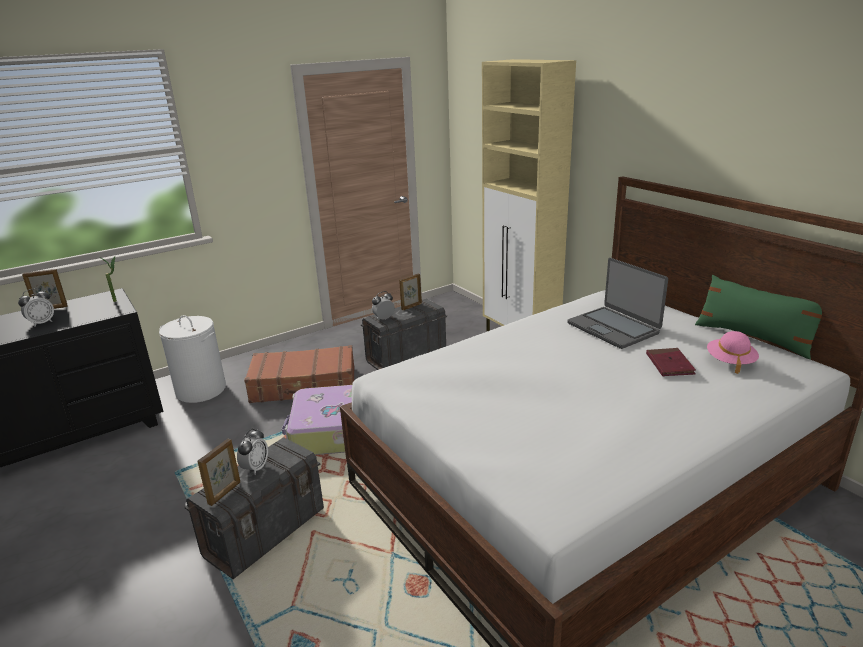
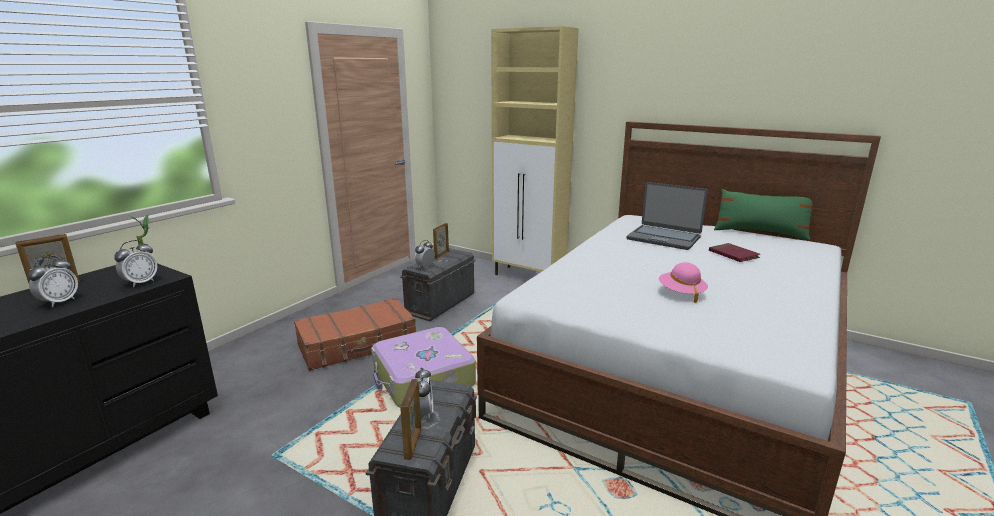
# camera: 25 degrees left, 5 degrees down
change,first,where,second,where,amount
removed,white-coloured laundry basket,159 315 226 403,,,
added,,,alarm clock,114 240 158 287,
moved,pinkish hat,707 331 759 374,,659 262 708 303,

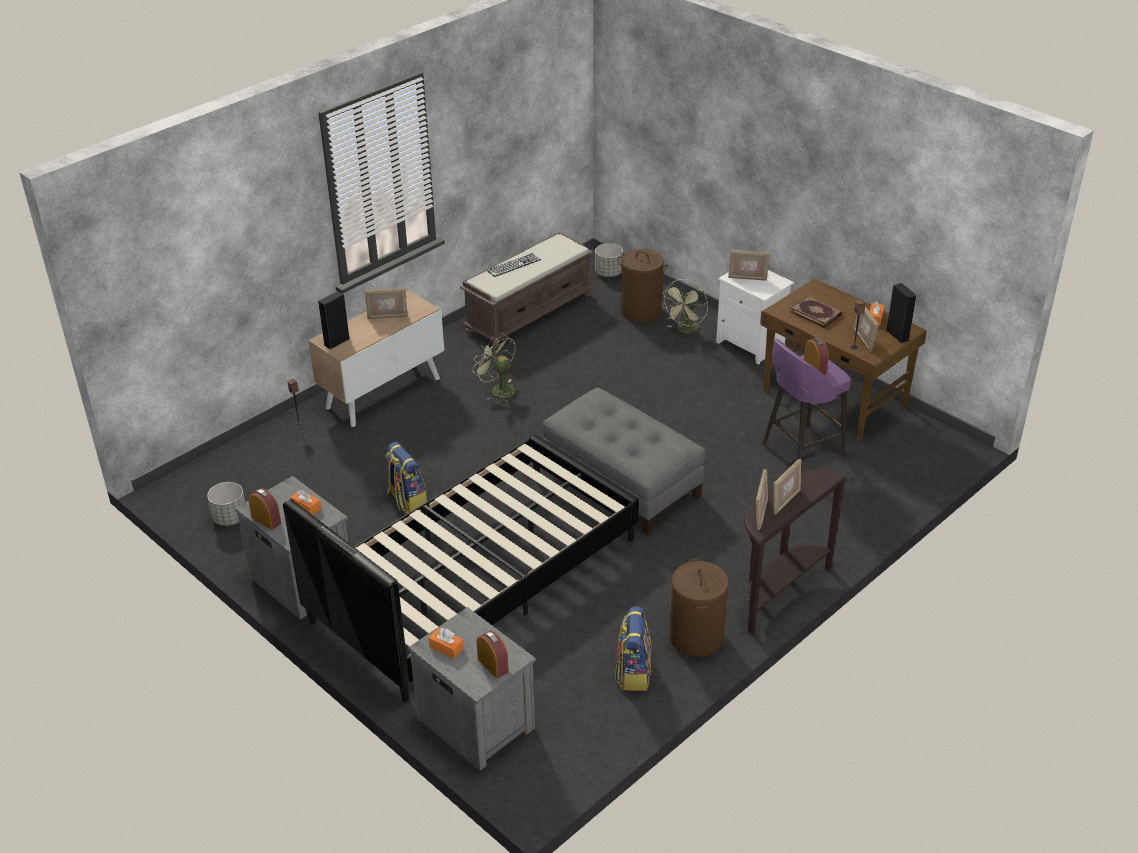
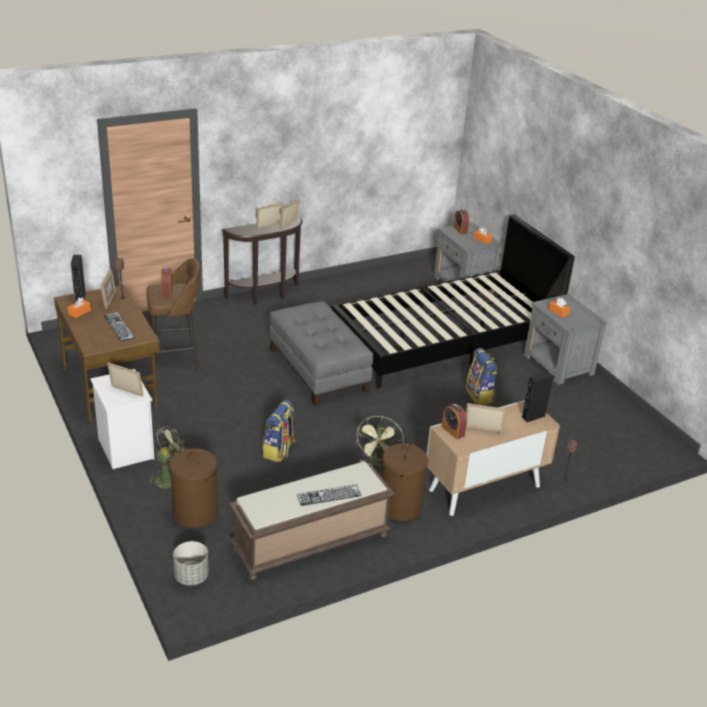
# camera: 165 degrees left, 5 degrees down
change,first,where,second,where,amount
removed,greyish flower pot,207 482 245 526,,,
moved,alarm clock,248 488 281 530,,441 404 467 439,
moved,rucksack,615 606 652 691,,263 400 296 462,
moved,brown laundry basket,669 559 728 657,,381 443 428 521,
replaced,bound book,790 296 842 328,keyboard,104 312 135 341,
recoloured,purple-coloured stool seat,762 339 851 460,brown stool seat,146 258 200 373,
turned,green-coloured cooling fan,473 334 515 403,,356 416 404 467,45 degrees clockwise

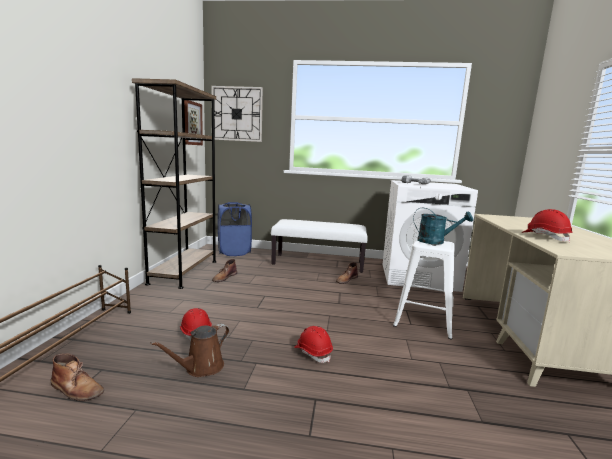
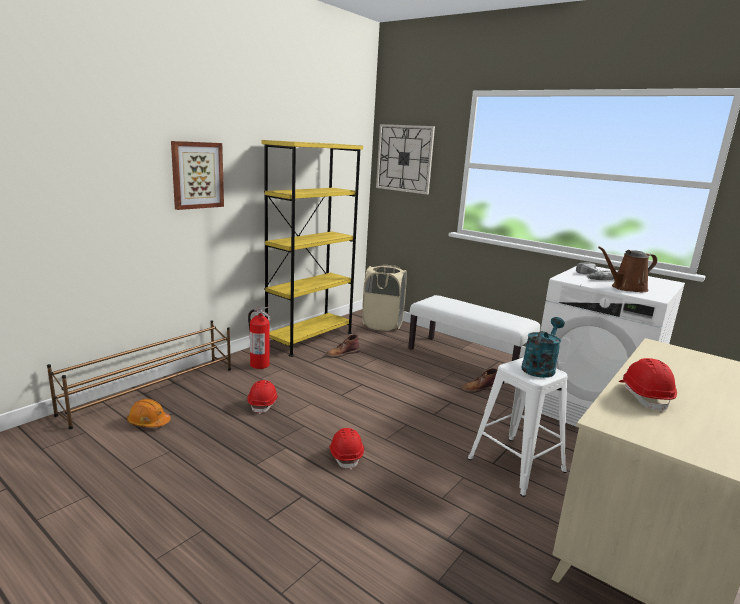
# camera: 30 degrees right, 5 degrees up
change,first,where,second,where,amount
added,,,fire extinguisher,248 307 271 369,
moved,brown watering pot,150 324 229 377,,598 247 657 292,
moved,wall art,184 100 203 145,,171 141 224 210,
replaced,brown tall boot,51 353 104 401,orange-coloured safety helmet,127 399 171 427,
recoloured,brown shelving unit,132 78 216 289,yellowish shelving unit,261 140 363 357,
recoloured,blue-coloured laundry basket,218 202 252 256,sand-coloured laundry basket,362 265 407 331,
turned,turquoise-coloured watering pot,413 208 473 244,,522 317 565 378,105 degrees counterclockwise

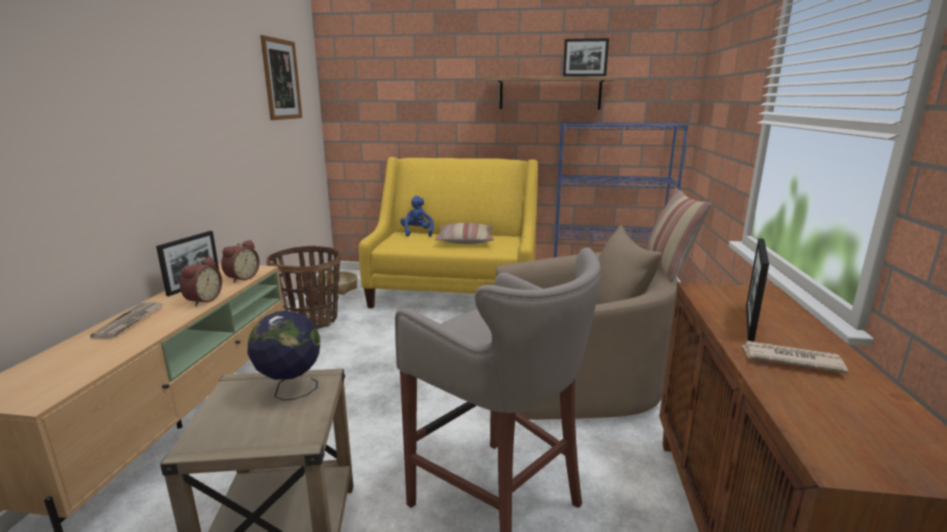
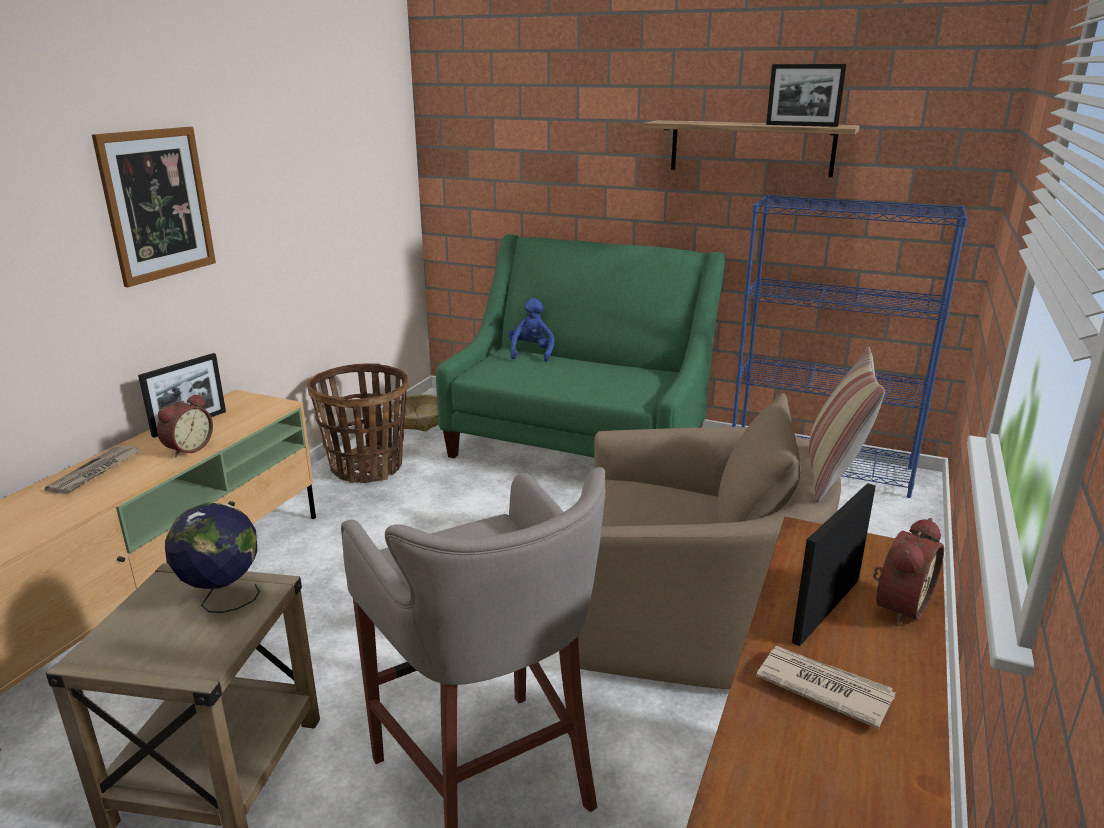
# camera: 15 degrees right, 5 degrees up
change,first,where,second,where,amount
removed,pillow,434 223 494 244,,,
moved,alarm clock,221 240 260 283,,873 518 944 626,
moved,wall art,260 35 302 120,,92 127 216 287,
recoloured,yellowish settee,359 157 538 308,green-coloured settee,436 234 725 458,

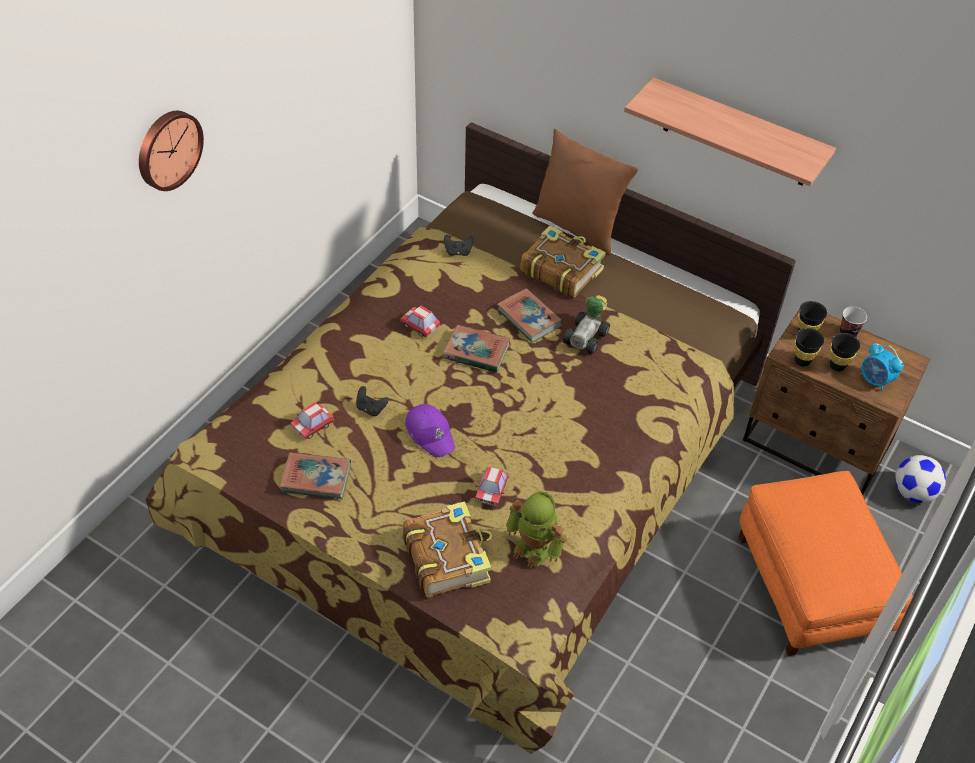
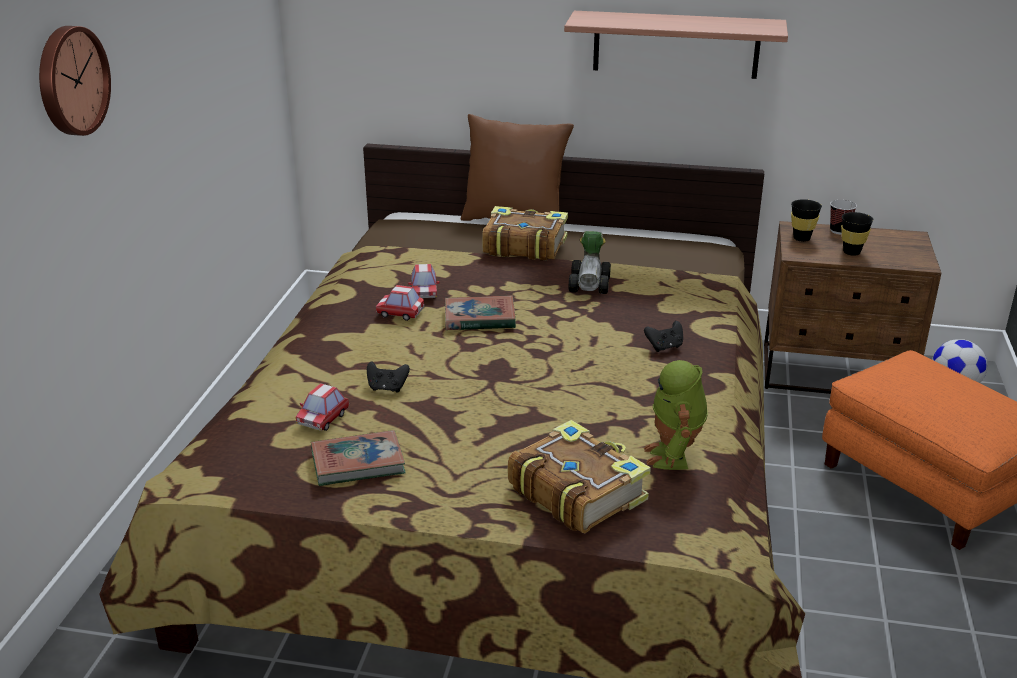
# camera: 20 degrees left, 20 degrees down
change,first,where,second,where,amount
removed,purple-coloured baseball cap,405 404 455 458,,,
removed,bound book,497 288 563 343,,,
removed,blackish cup,794 328 824 367,,,
removed,alarm clock,860 343 904 392,,,
moved,blackish gamepad,444 235 474 256,,644 321 683 352,
moved,toy car,475 467 509 507,,408 264 440 298,
turned,toy robot,506 491 567 568,,644 360 708 470,75 degrees clockwise

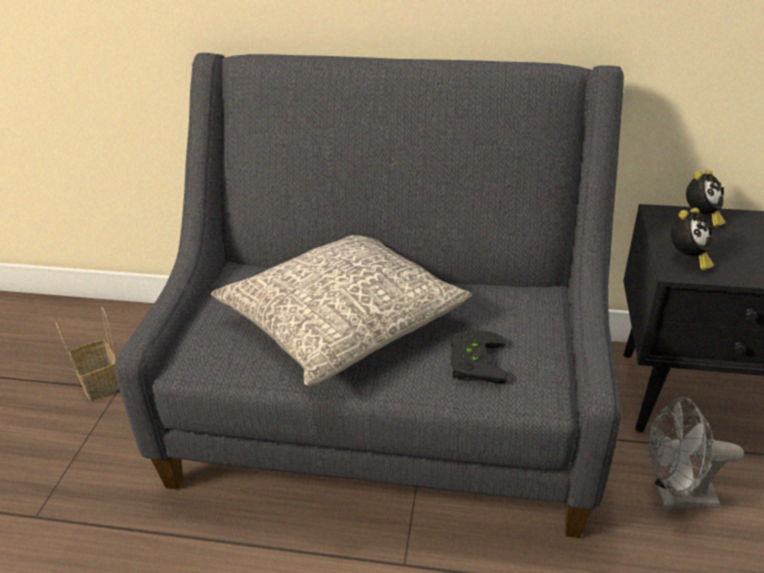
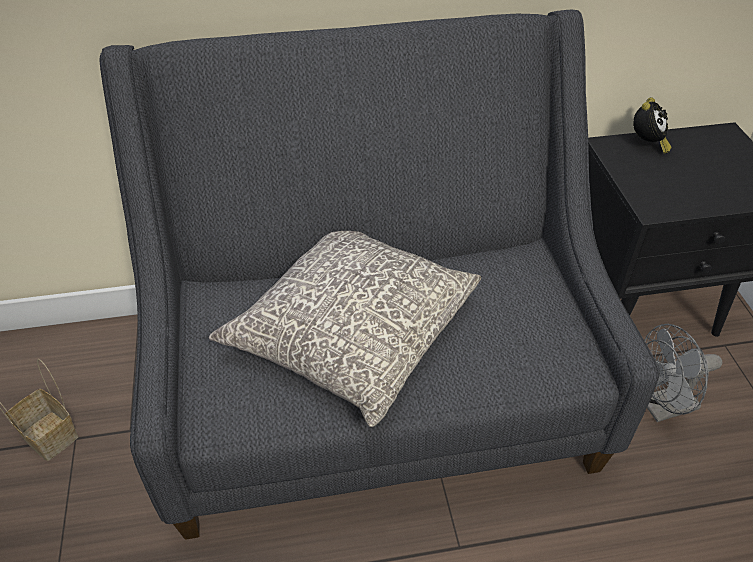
# camera: 20 degrees left, 10 degrees up
change,first,where,second,where,amount
removed,blackish gamepad,450 330 507 384,,,
removed,alarm clock,671 208 714 270,,,

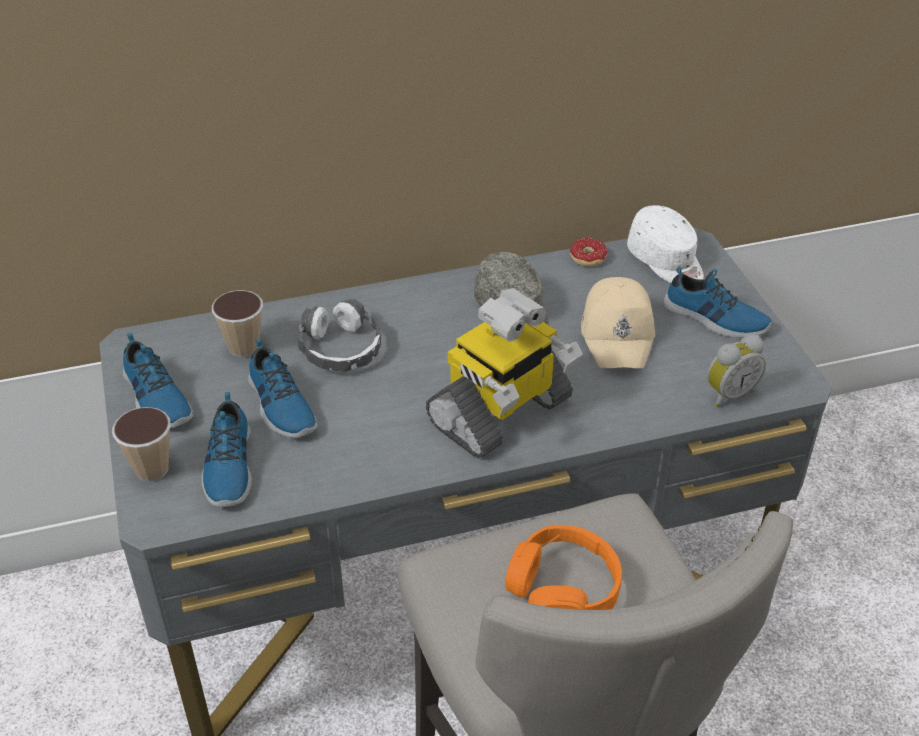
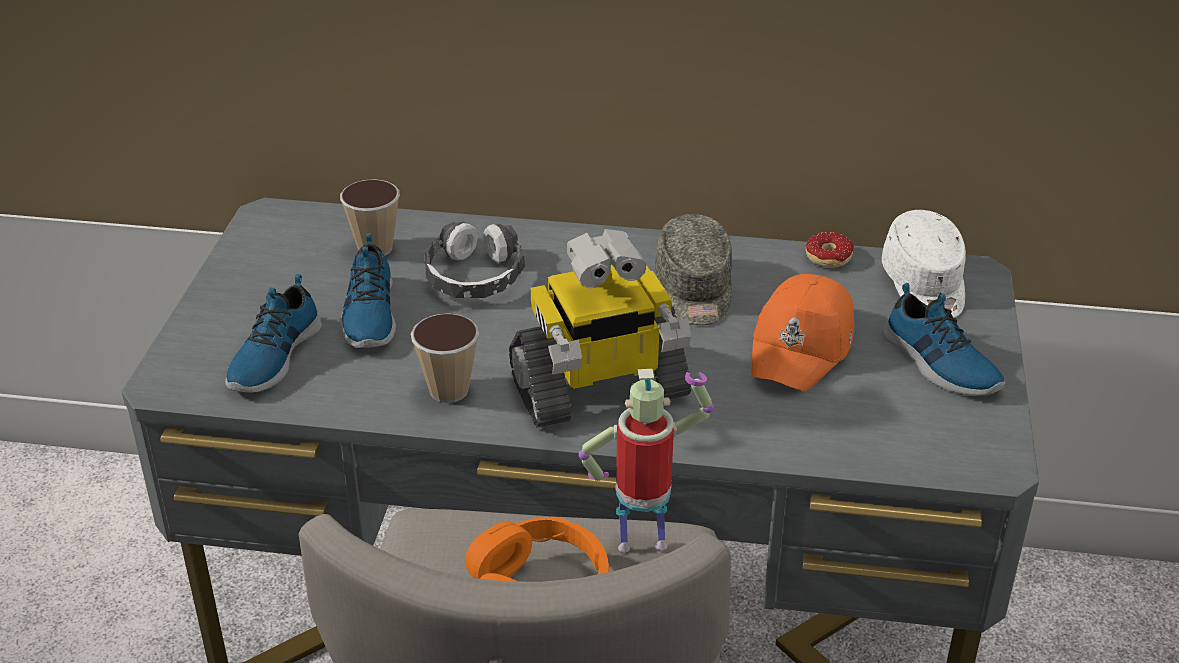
# camera: 25 degrees right, 5 degrees down
change,first,where,second,where,amount
removed,low shoe,123 333 194 428,,,
removed,alarm clock,707 334 766 407,,,
added,,,toy robot,579 369 714 552,
moved,cup,112 407 171 482,,411 313 479 403,
recoloured,sand-coloured baseball cap,581 277 655 369,orange-coloured baseball cap,752 274 854 391,

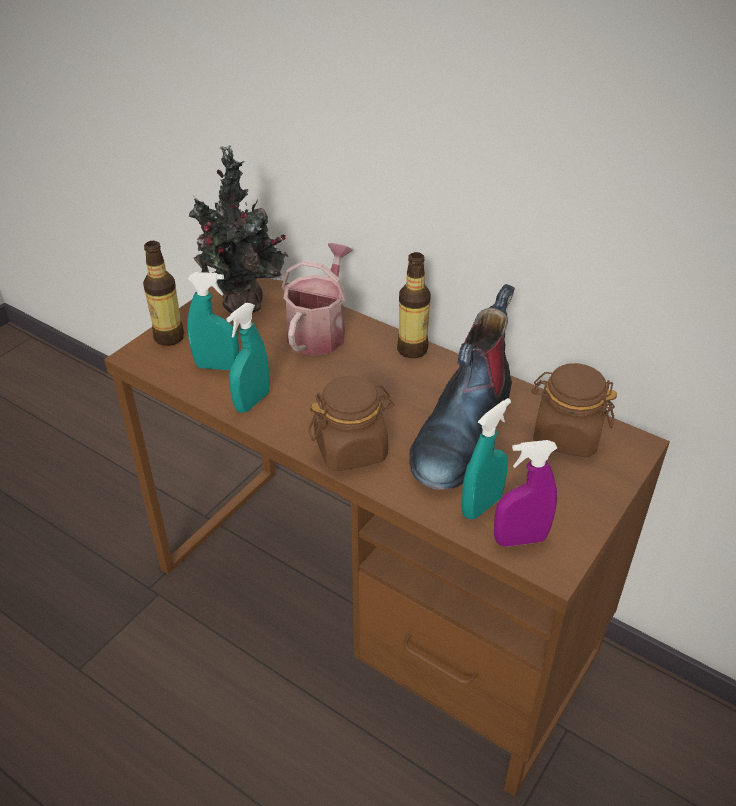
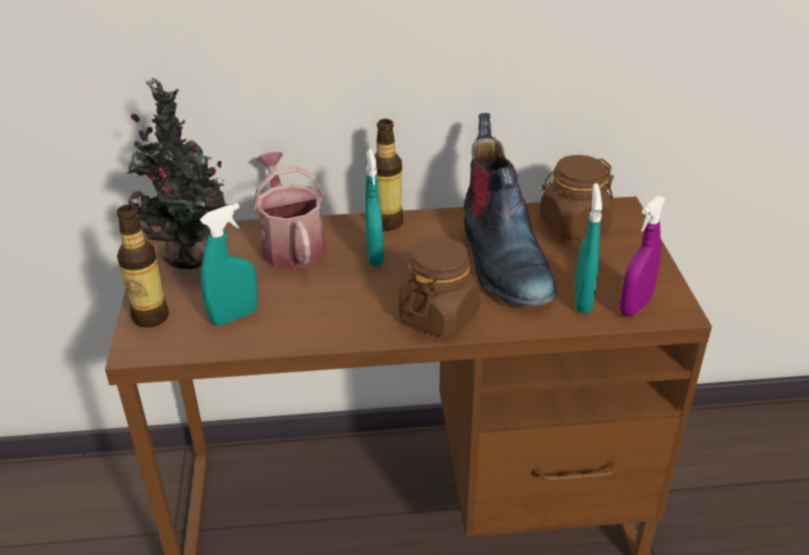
# camera: 40 degrees left, 5 degrees down
change,first,where,second,where,amount
moved,turquoise-coloured sprayer,226 303 270 413,,365 149 384 266,

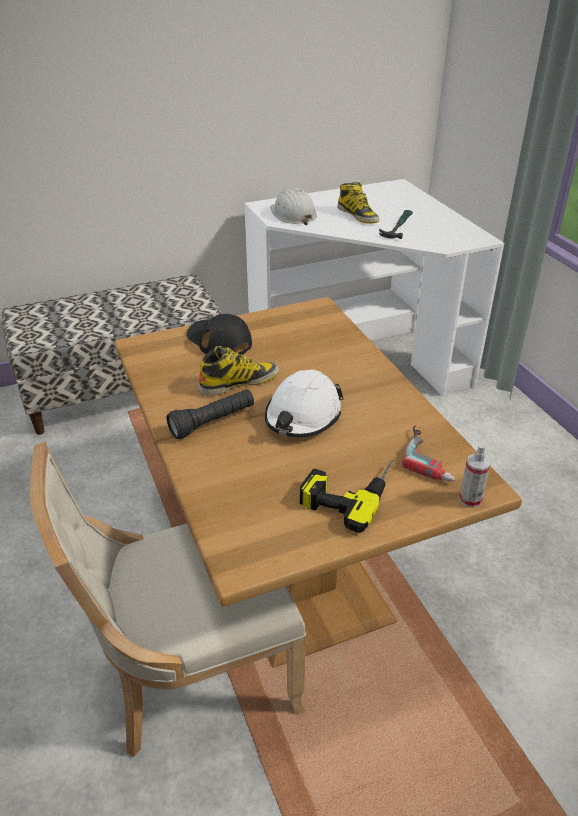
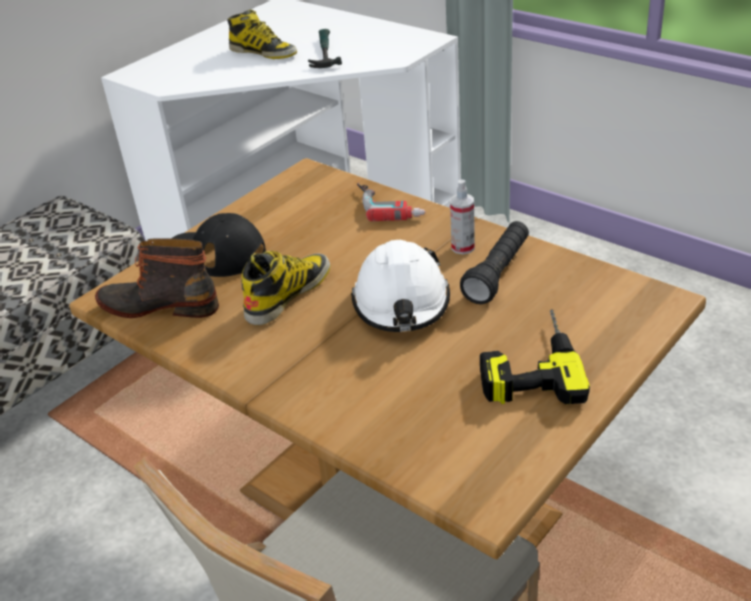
# camera: 25 degrees left, 0 degrees up
change,first,where,second,where,amount
removed,white-coloured safety helmet,270 188 317 225,,,
added,,,tall boot,95 238 219 318,
moved,blackish torch,167 389 254 439,,460 221 529 304,
moved,electric drill,402 425 455 482,,357 182 426 221,
moved,sprayer,459 444 491 508,,450 180 475 254,

